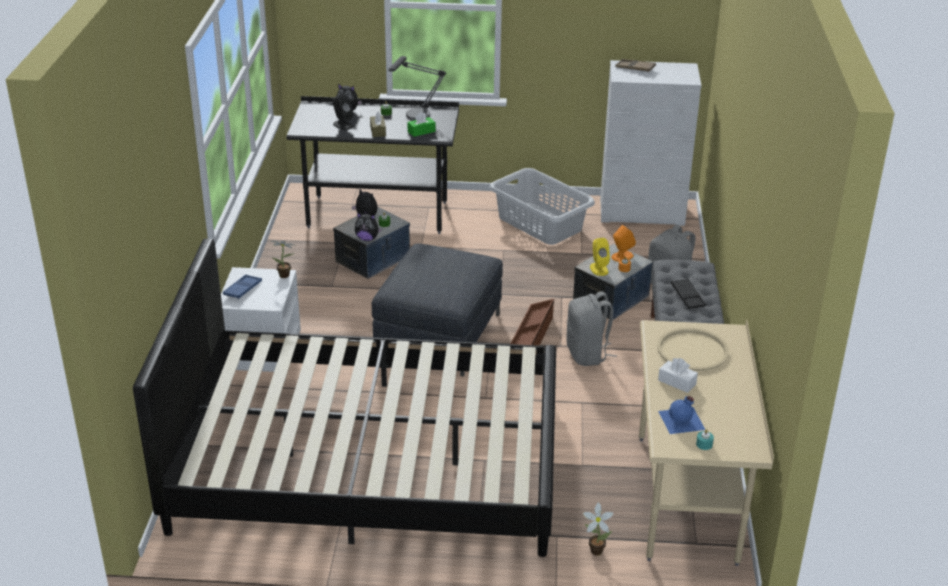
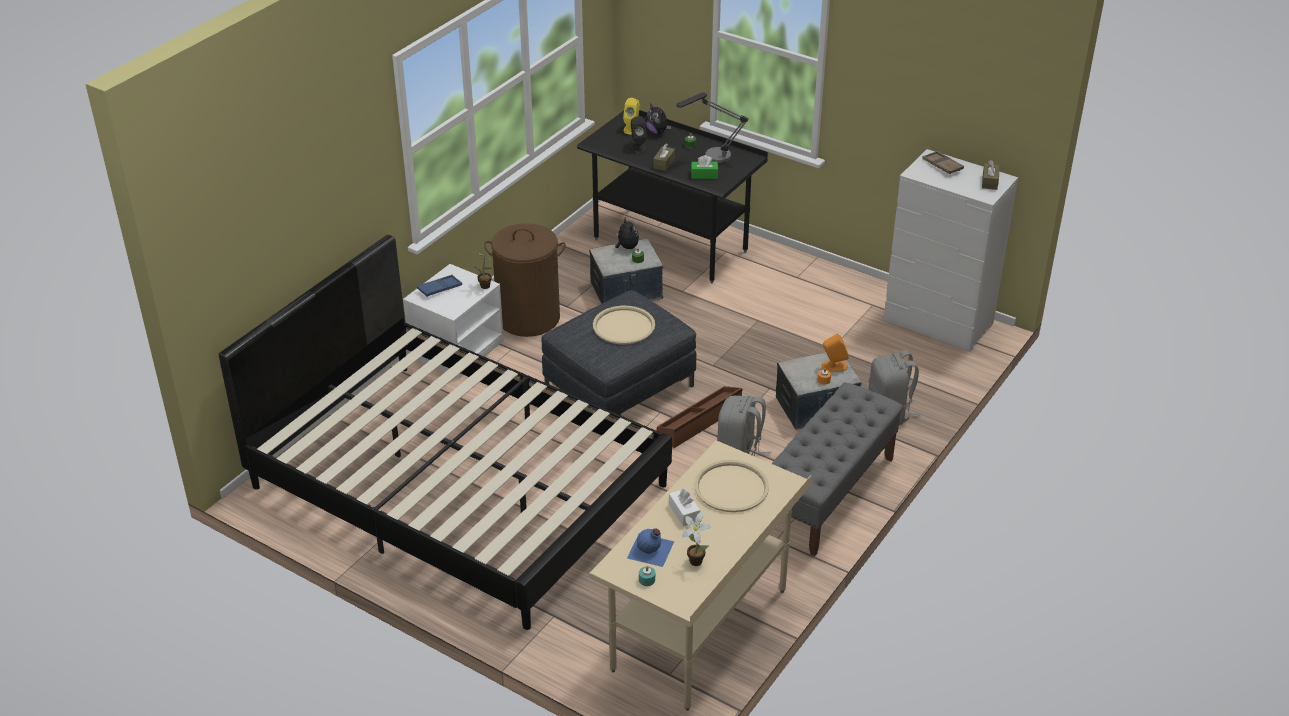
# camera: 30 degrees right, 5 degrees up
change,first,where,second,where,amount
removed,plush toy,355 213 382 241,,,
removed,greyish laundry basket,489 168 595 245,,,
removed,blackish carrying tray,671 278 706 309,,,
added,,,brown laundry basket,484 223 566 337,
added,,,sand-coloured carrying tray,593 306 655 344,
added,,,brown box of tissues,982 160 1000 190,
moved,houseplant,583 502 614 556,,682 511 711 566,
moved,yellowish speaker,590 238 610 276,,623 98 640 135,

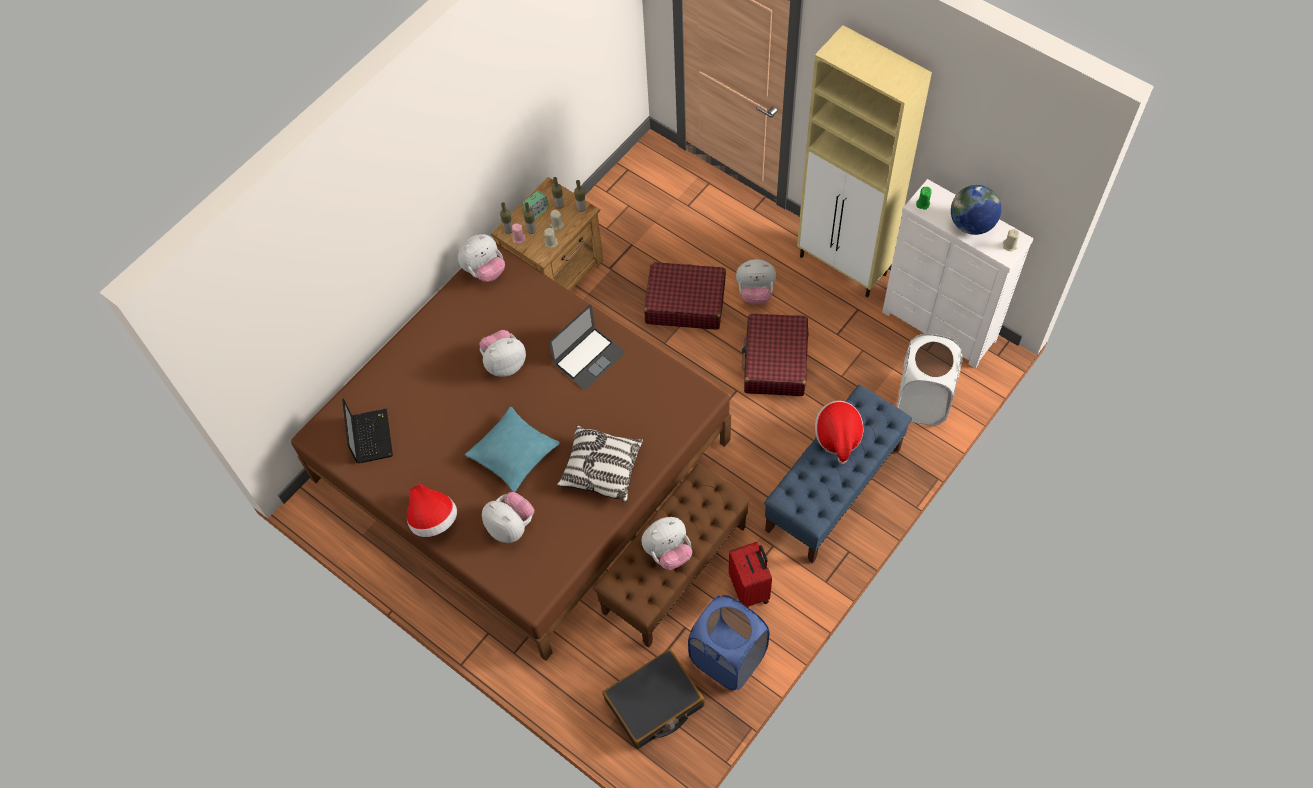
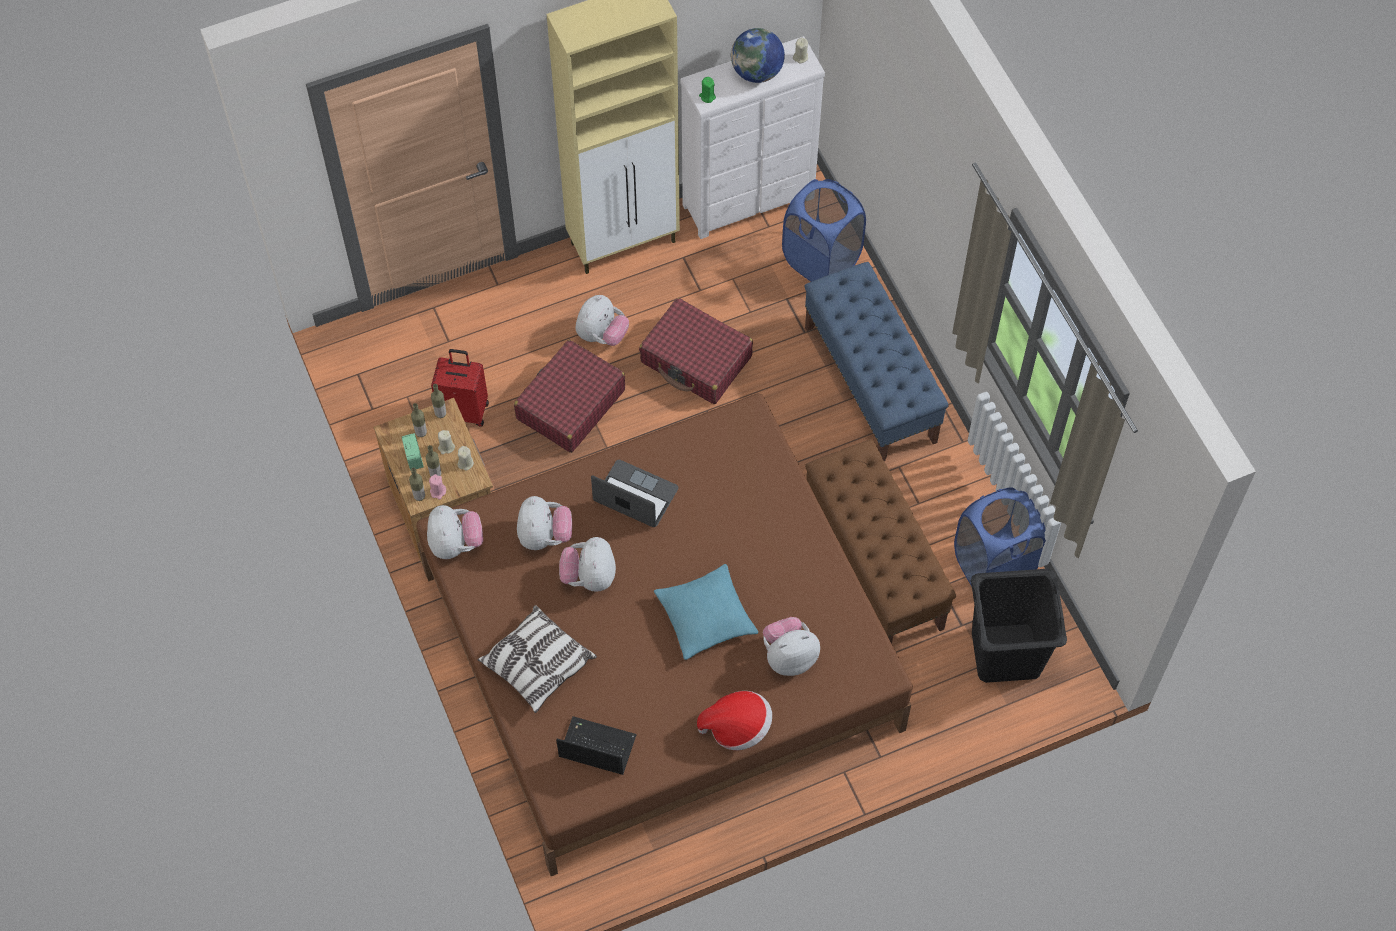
# camera: 65 degrees left, 0 degrees up
change,first,where,second,where,amount
removed,hat,815 401 863 464,,,
moved,pillow,557 425 643 503,,477 605 597 713,
moved,plush toy,641 517 692 570,,517 496 572 550,
moved,red-coloured suitcase,729 542 772 607,,431 349 489 427,
replaced,blackish suitcase,603 649 705 749,blackish laundry basket,971 568 1067 683,
recoloured,white-coloured laundry basket,897 334 963 426,blue-coloured laundry basket,782 179 866 282,
turned,laptop,549 305 625 390,,591 460 679 527,45 degrees counterclockwise

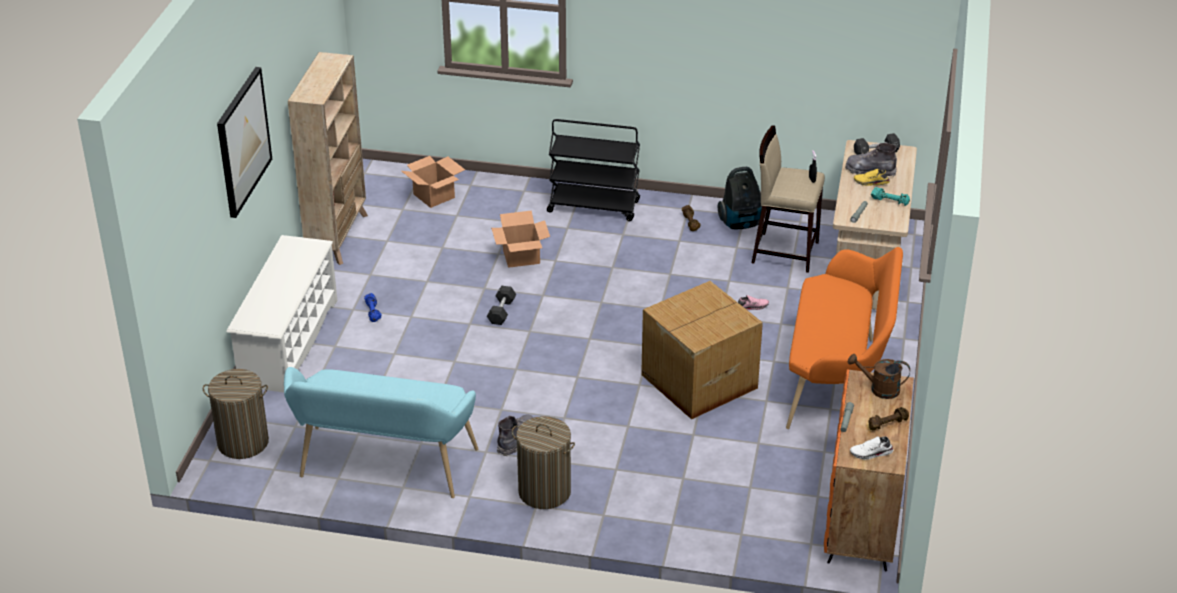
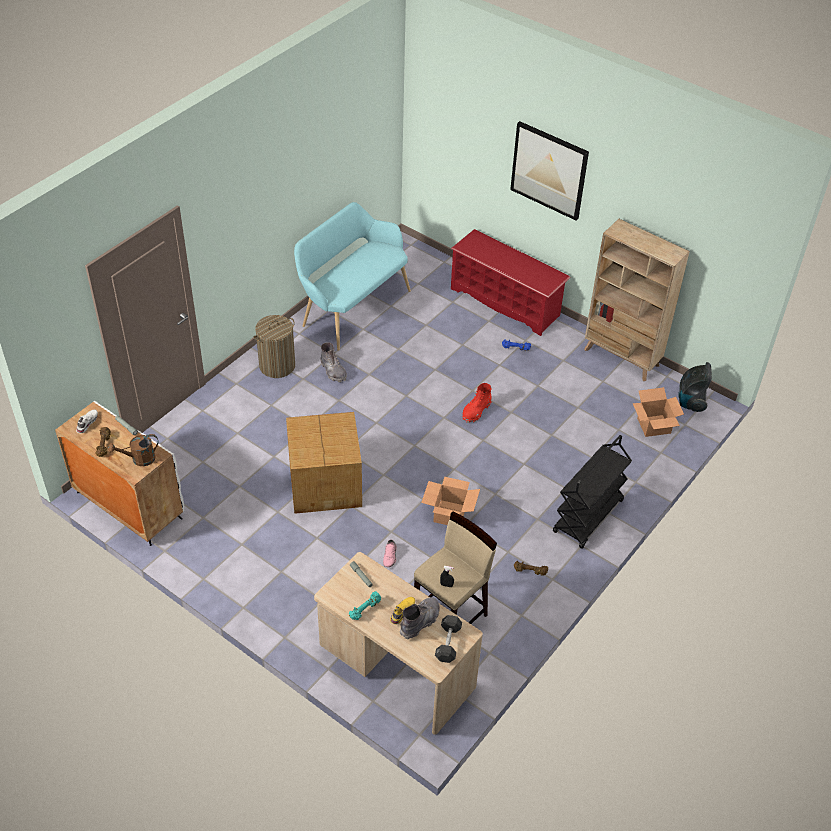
# camera: 115 degrees right, 10 degrees up
change,first,where,second,where,amount
removed,laundry basket,203 369 269 459,,,
removed,orange-coloured indoor bench,786 247 903 429,,,
moved,carton,491 211 550 268,,421 477 480 525,
moved,vacuum,718 167 762 229,,678 362 712 412,
replaced,blackish free weight,487 286 516 325,red-coloured tall boot,462 383 492 423,
recoloured,white-coloured shoe shelf,227 235 337 392,red-coloured shoe shelf,451 229 570 336,
recoloured,orange-coloured cupboard,824 369 914 572,white-coloured cupboard,55 401 184 546,
turned,brown watering pot,848 354 910 399,,108 434 159 466,150 degrees counterclockwise

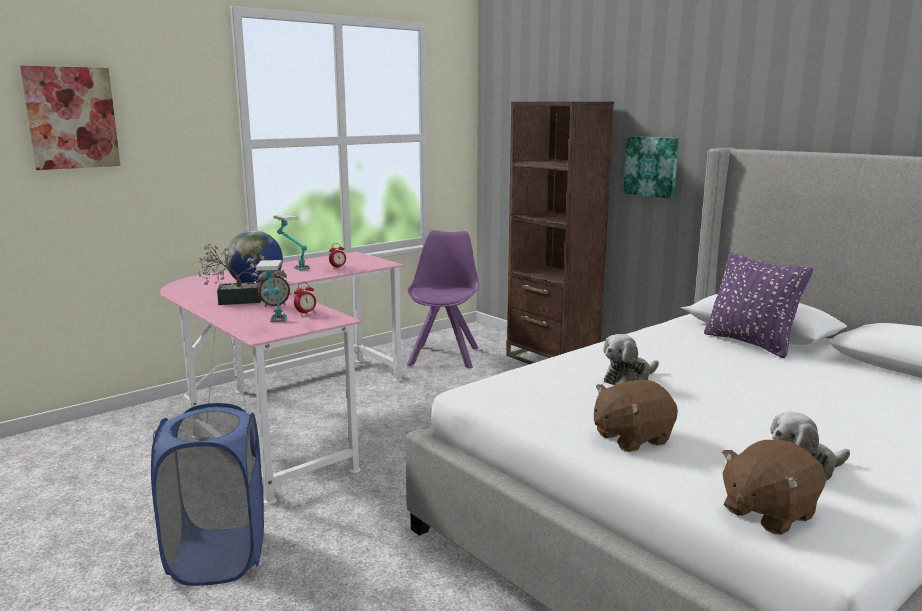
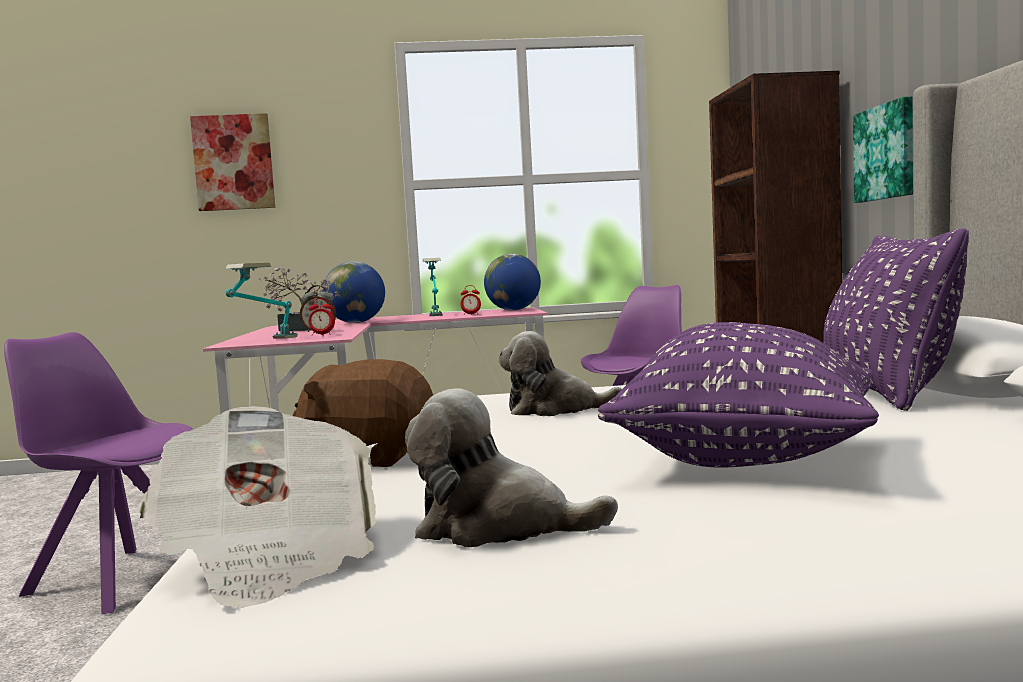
# camera: 35 degrees right, 10 degrees down
change,first,where,second,where,amount
added,,,desk globe,484 254 541 310,
added,,,purple-coloured pillow,598 322 879 468,
replaced,blue-coloured laundry basket,151 403 264 586,purple-coloured upright chair,4 332 193 614,
replaced,brown plush toy,722 440 825 535,daily paper,139 406 376 608,

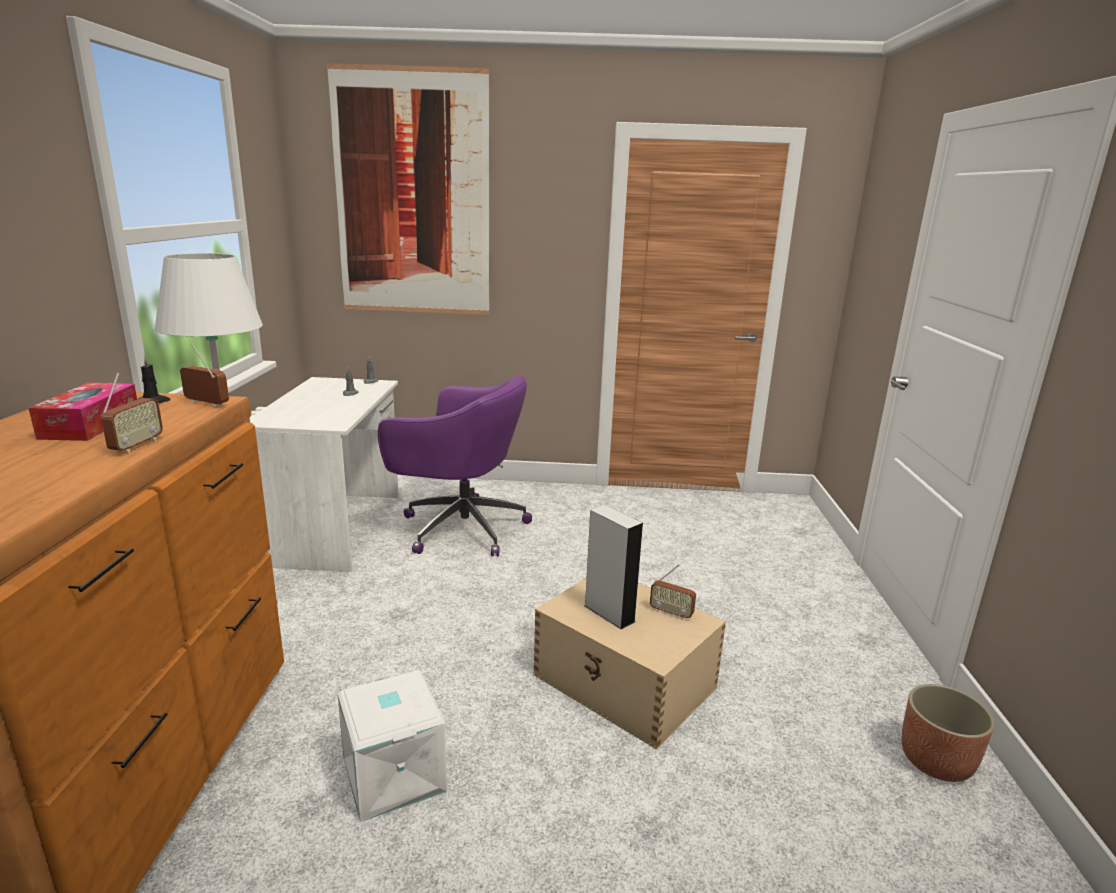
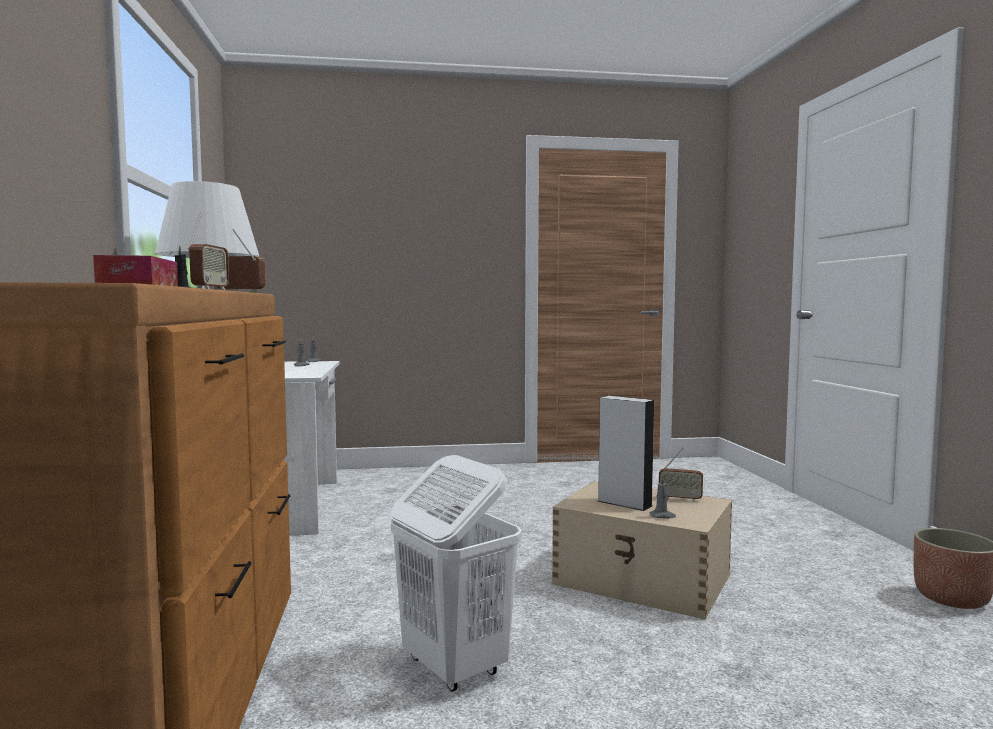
# camera: 10 degrees left, 15 degrees down
change,first,where,second,where,amount
removed,wall art,327 63 489 315,,,
removed,purple-coloured computer chair,378 376 532 556,,,
added,,,greyish wax light,650 475 676 519,
replaced,white-coloured storage box,337 670 447 822,white-coloured laundry basket,390 455 522 692,

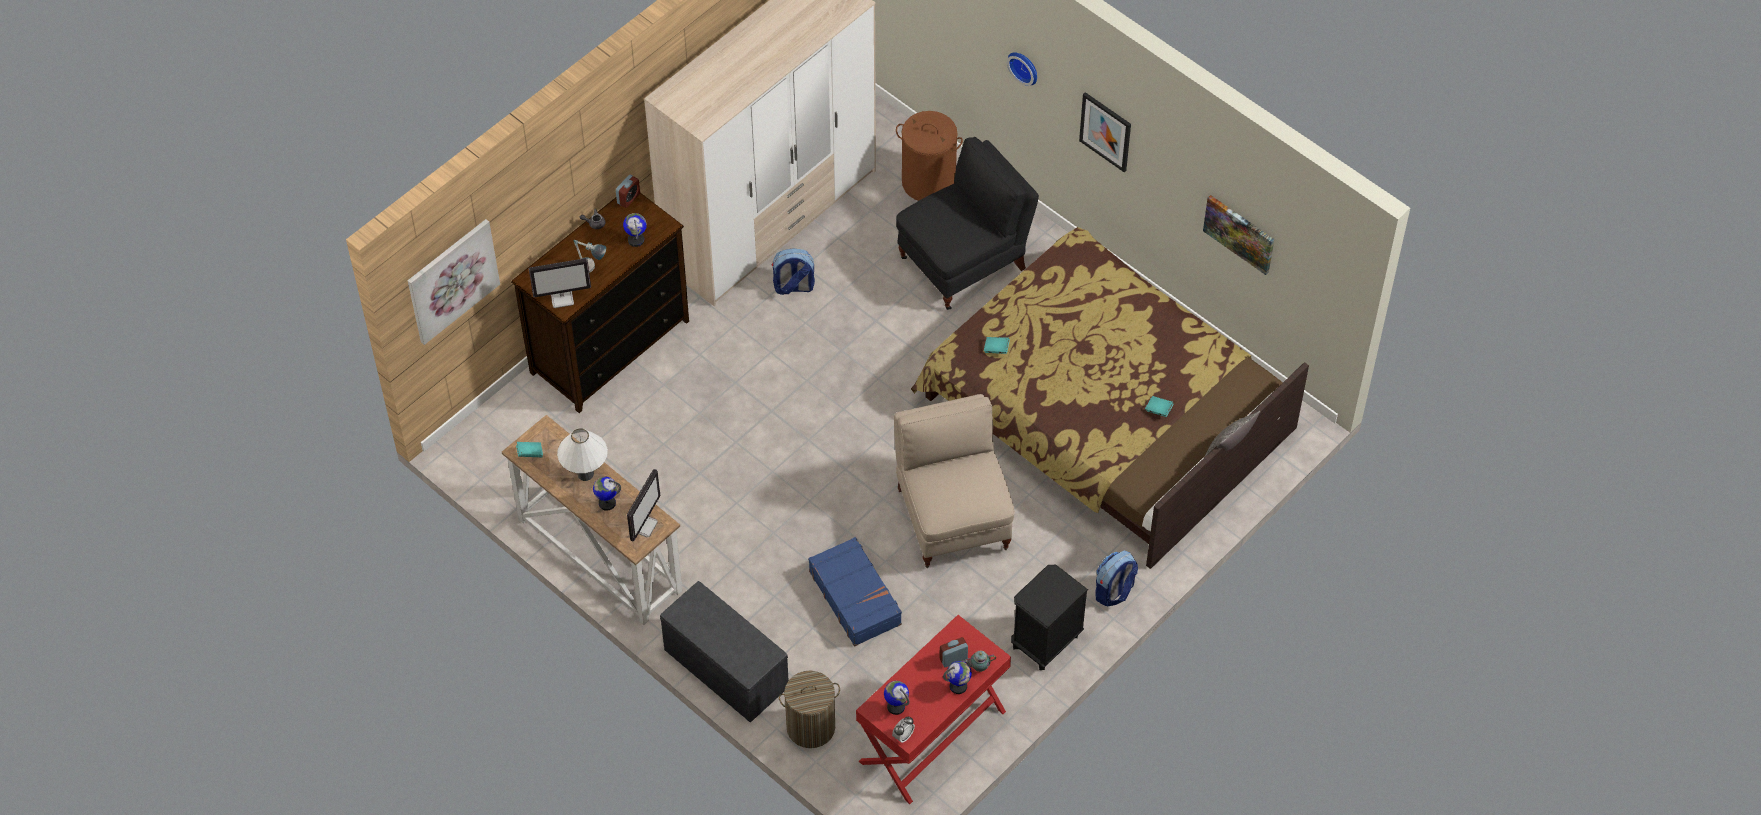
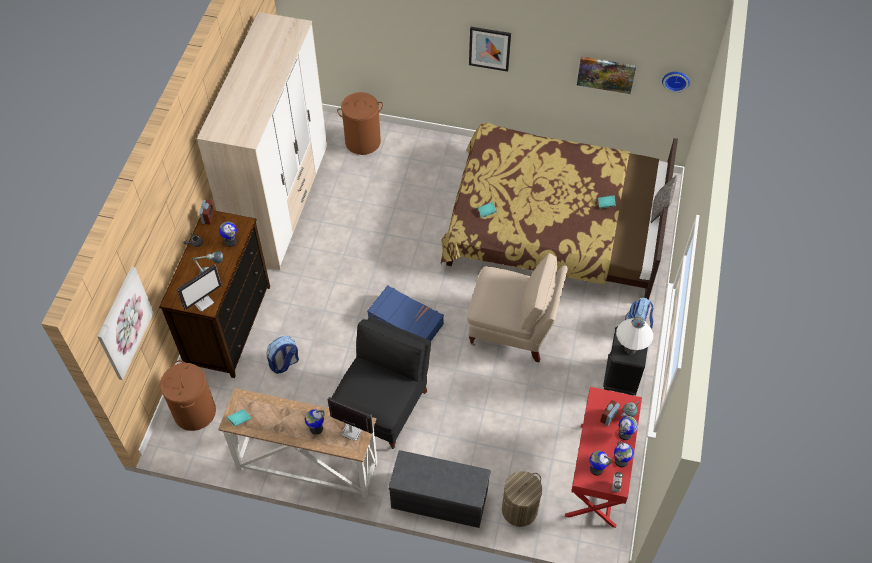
# camera: 30 degrees left, 0 degrees up
change,first,where,second,where,amount
added,,,brown laundry basket,160 360 216 431,
added,,,desk globe,614 441 634 467,
moved,white-coloured table lamp,557 429 608 481,,616 317 653 354,
moved,rucksack,772 248 815 295,,267 336 299 374,
moved,blue-coloured suitcase,808 537 902 646,,367 285 444 342,
moved,blackish upright chair,896 137 1039 310,,332 317 431 449,
moved,clock on the wall,1007 52 1037 86,,662 72 690 93,
turned,monitor,627 469 660 541,,327 397 373 441,60 degrees counterclockwise
turned,sand-coloured upright chair,894 394 1015 568,,467 253 568 363,150 degrees clockwise

